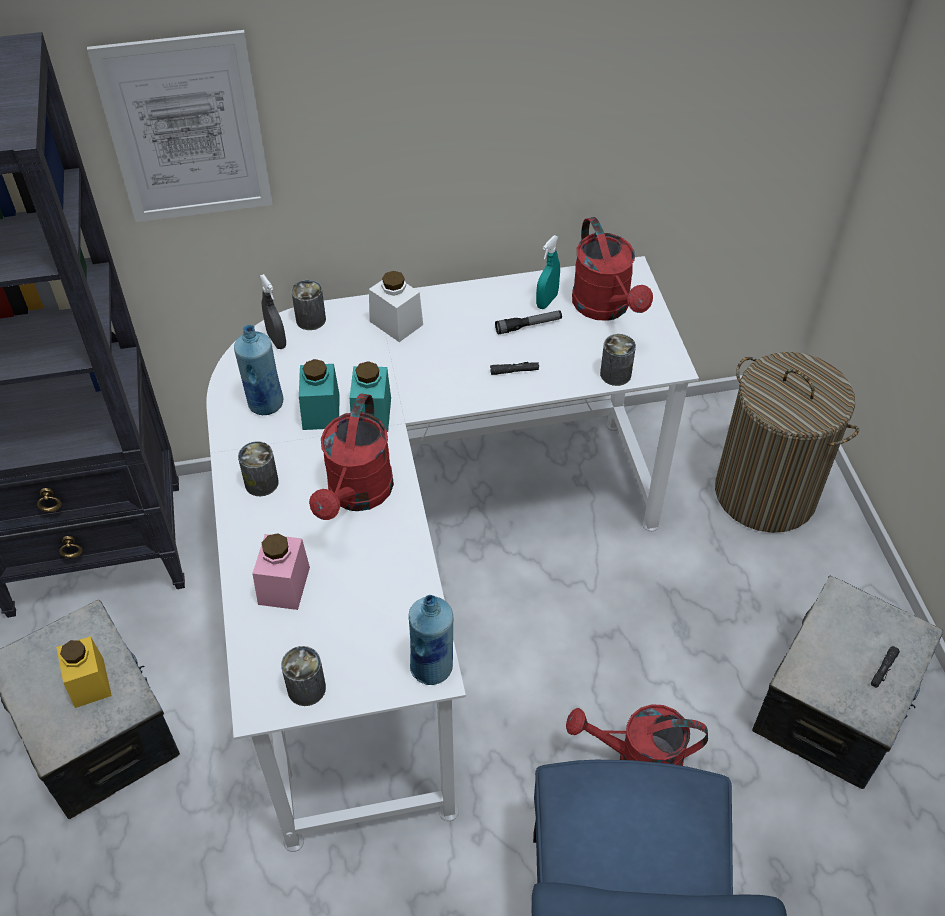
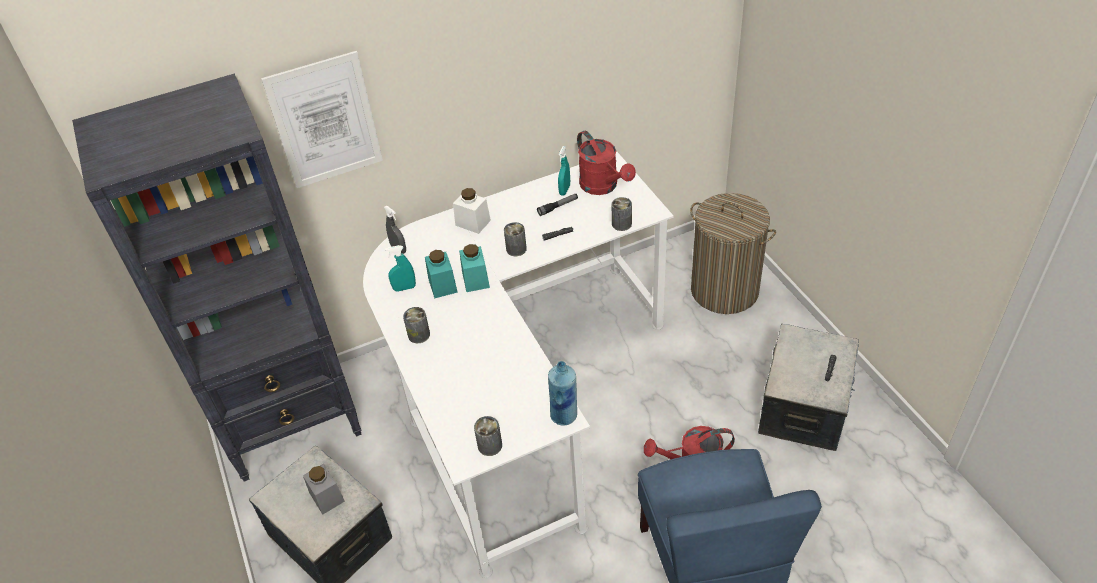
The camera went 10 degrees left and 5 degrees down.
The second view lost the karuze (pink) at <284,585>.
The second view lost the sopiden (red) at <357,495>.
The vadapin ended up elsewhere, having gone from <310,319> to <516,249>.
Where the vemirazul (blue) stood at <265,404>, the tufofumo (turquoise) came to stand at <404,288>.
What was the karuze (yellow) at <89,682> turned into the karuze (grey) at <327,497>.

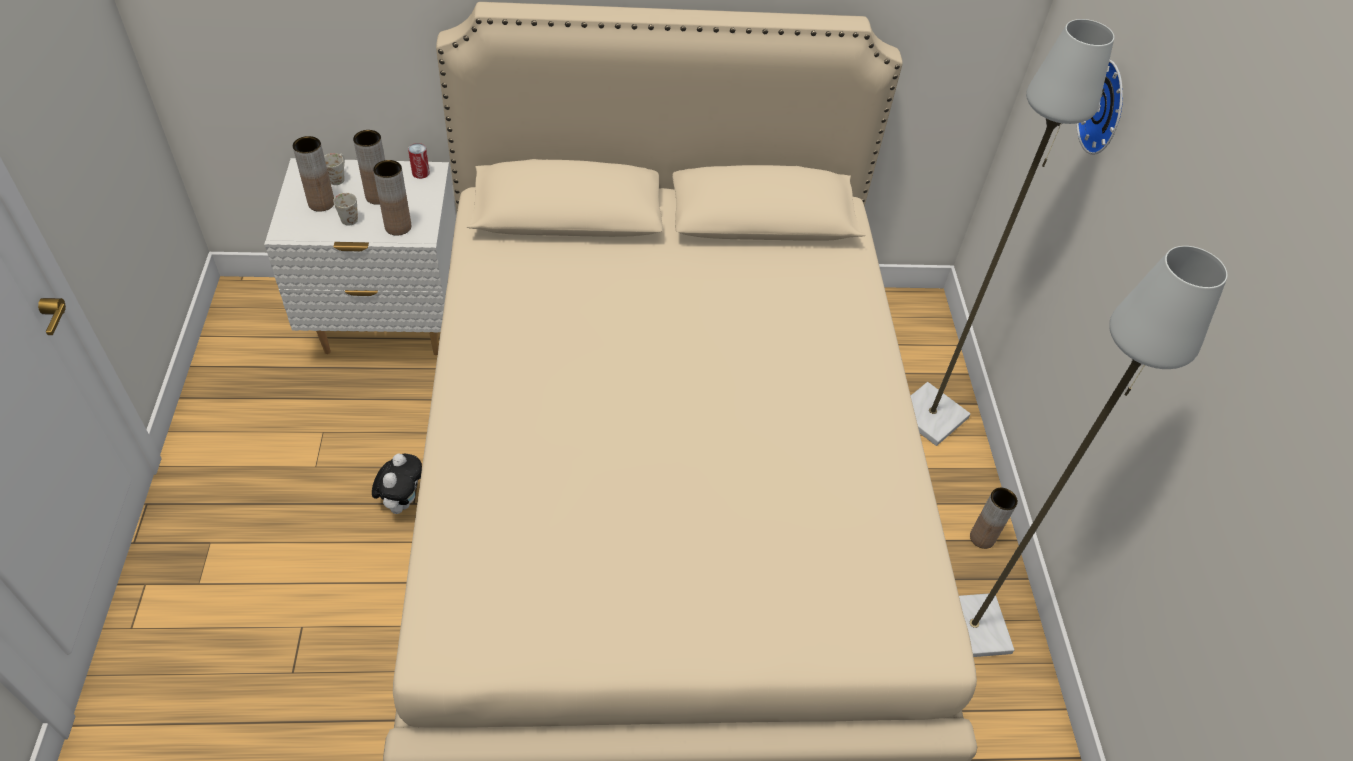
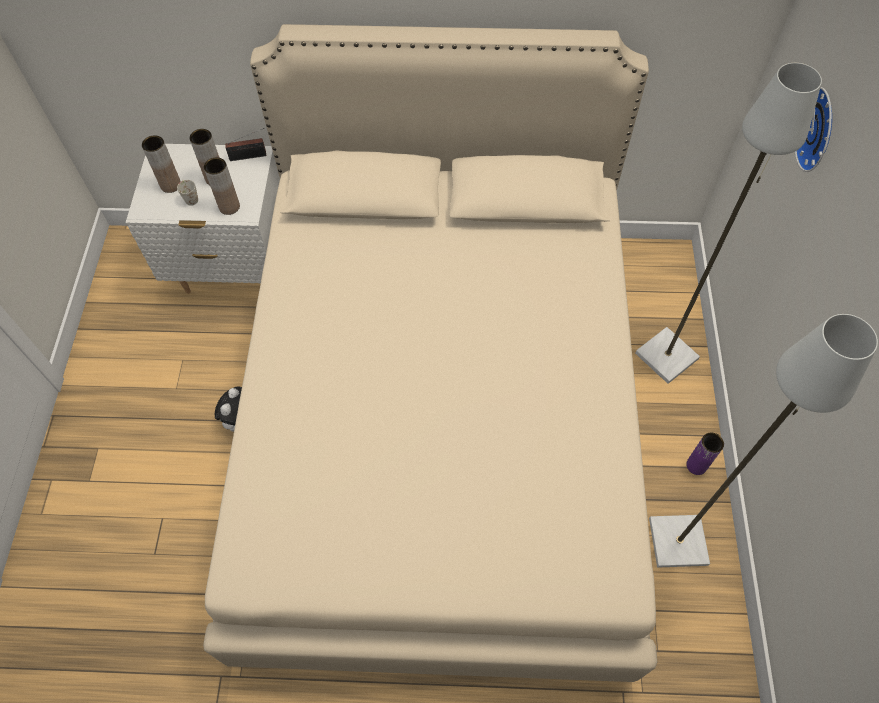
The camera went 10 degrees right and 10 degrees up.
The second view lost the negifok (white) at <338,177>.
Where the vadapin stood at <420,173>, the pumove came to stand at <250,156>.
What was the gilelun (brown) at <982,538> turned into the gilelun (purple) at <696,465>.

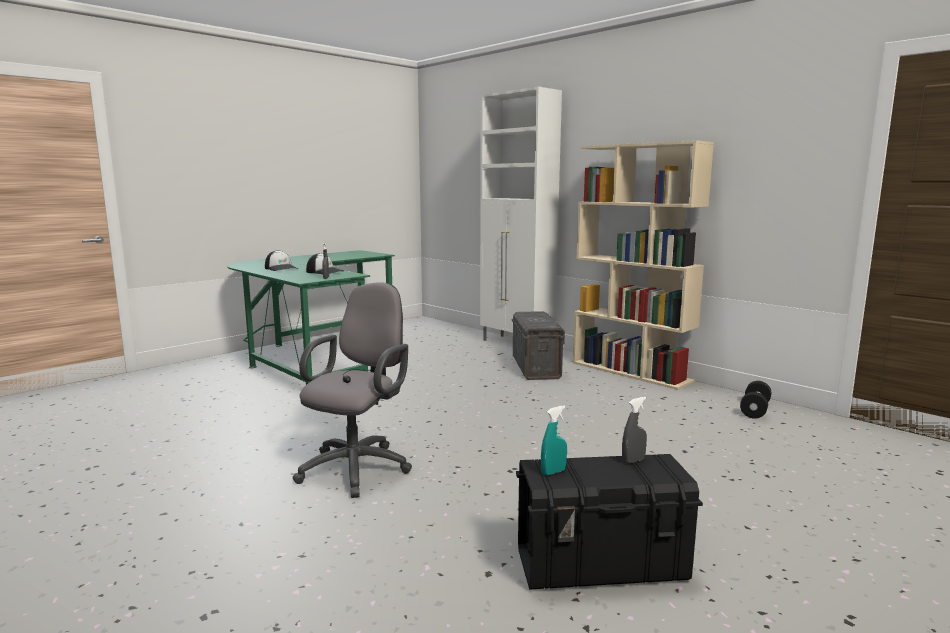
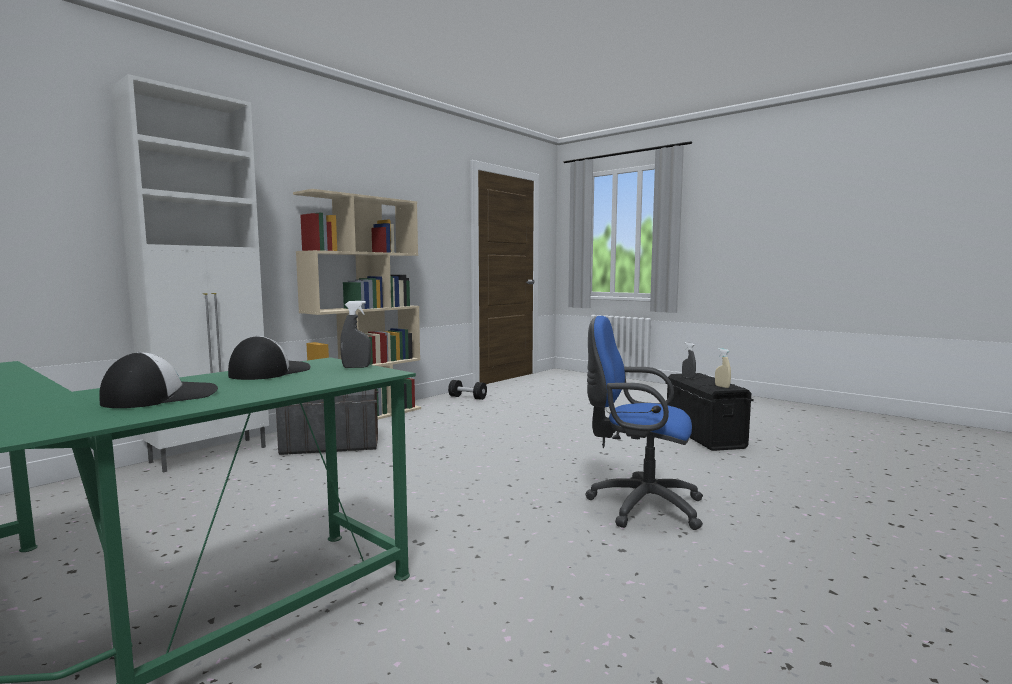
The camera went 95 degrees left and 5 degrees down.
What was the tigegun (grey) at <359,467> turned into the tigegun (blue) at <639,505>.
What was the tufofumo (turquoise) at <553,472> turned into the tufofumo (beige) at <722,386>.

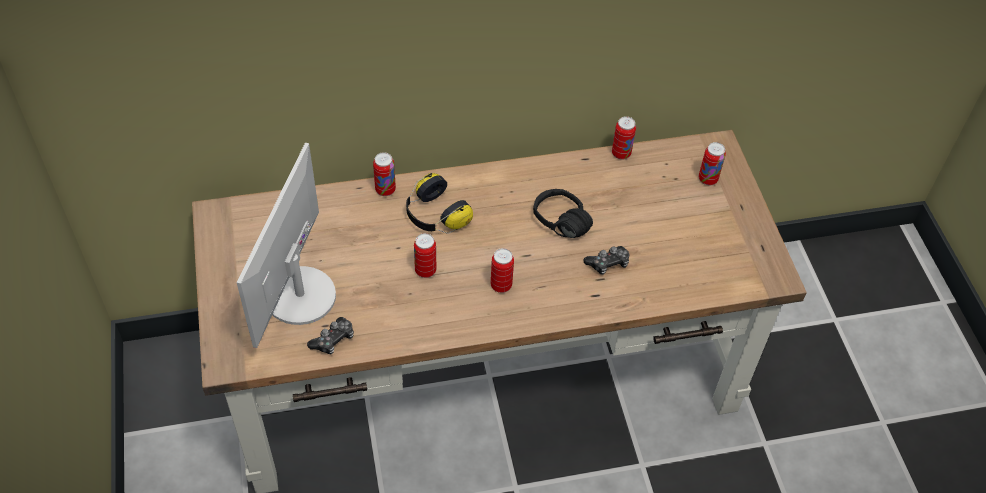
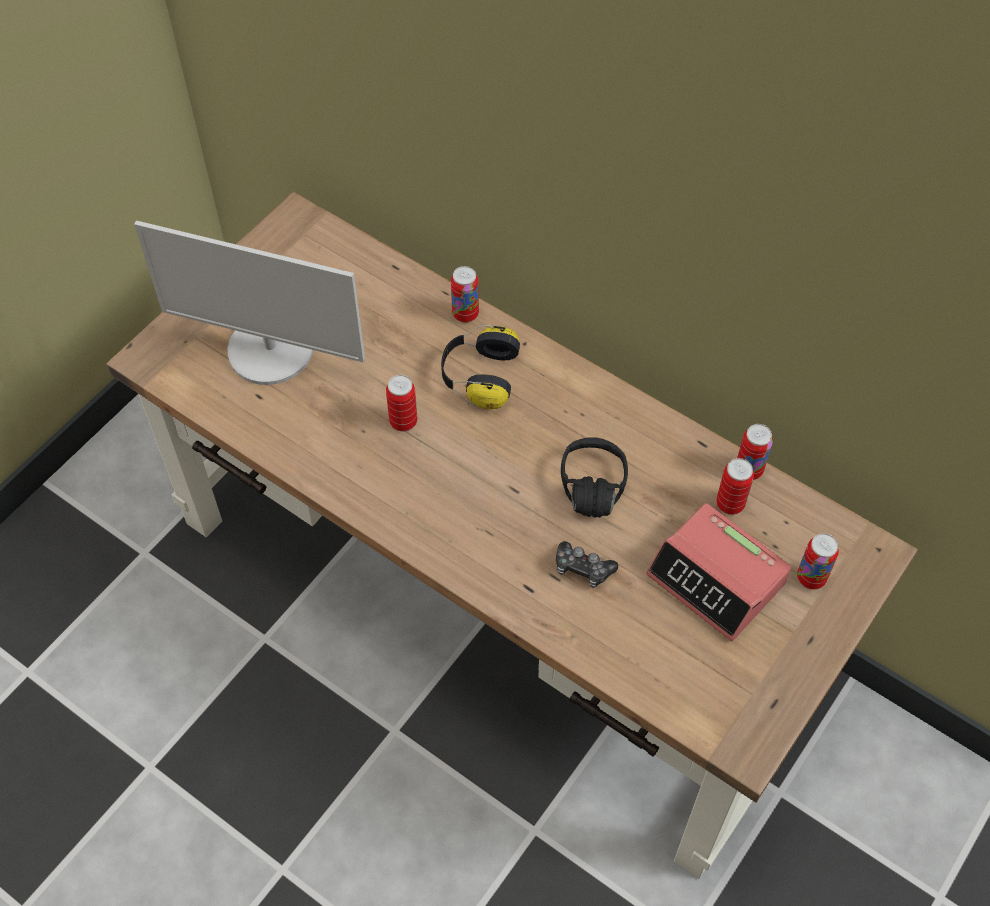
The camera went 50 degrees right and 5 degrees up.
The second view lost the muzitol at <333,340>.
The second view gained the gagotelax at <716,579>.
The vadapin ended up elsewhere, having gone from <501,285> to <730,504>.
The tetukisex at <299,296> ended up facing another way, 135 degrees counterclockwise from before.

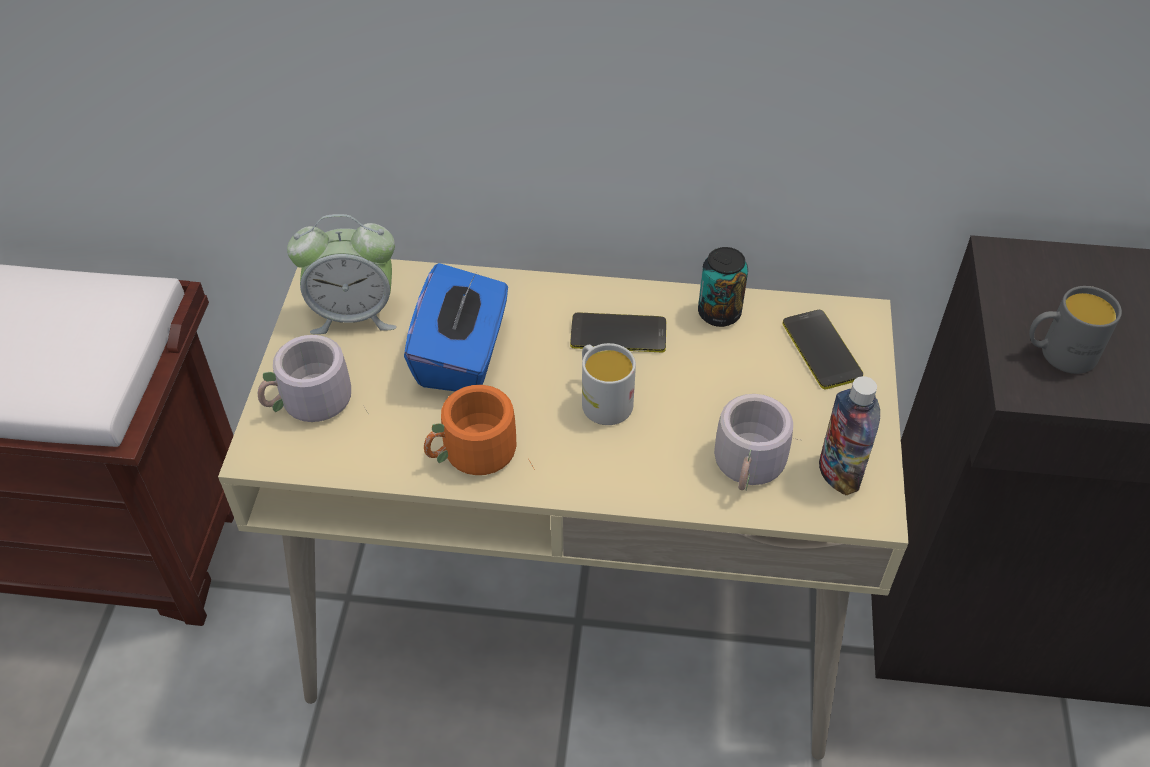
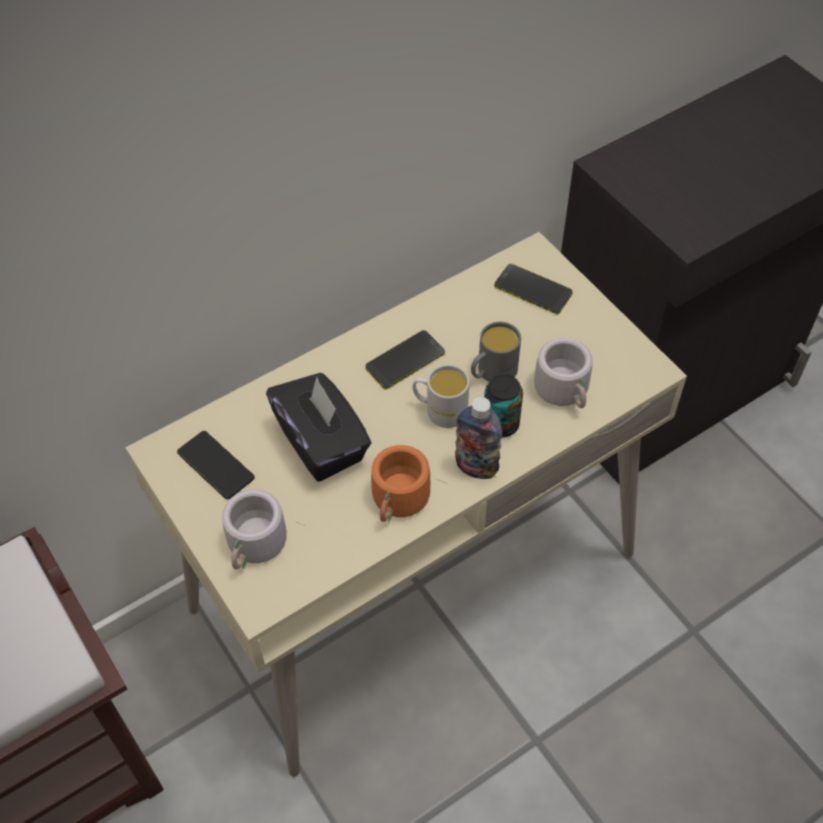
The camera went 40 degrees left and 5 degrees up.
The vadapin ended up elsewhere, having gone from <719,313> to <500,424>.
The vemirazul ended up elsewhere, having gone from <838,474> to <476,467>.
The negifok (grey) ended up elsewhere, having gone from <1058,354> to <492,373>.
Where the gagotelax stood at <354,314>, the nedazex came to stand at <215,465>.
What was the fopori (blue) at <462,356> turned into the fopori (black) at <322,443>.

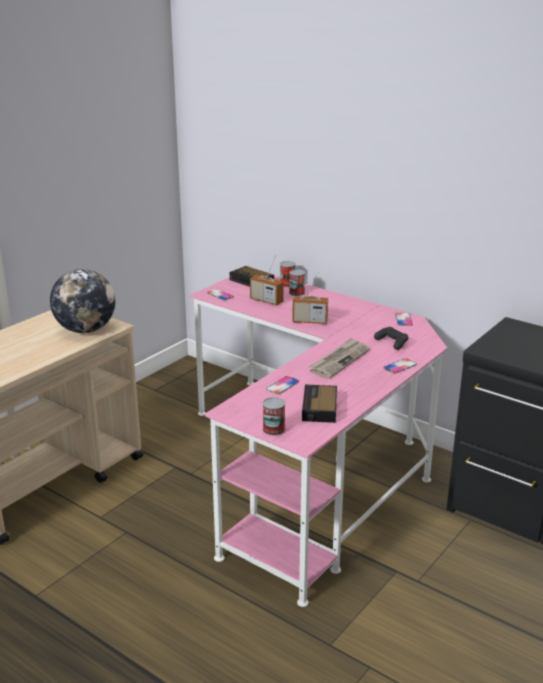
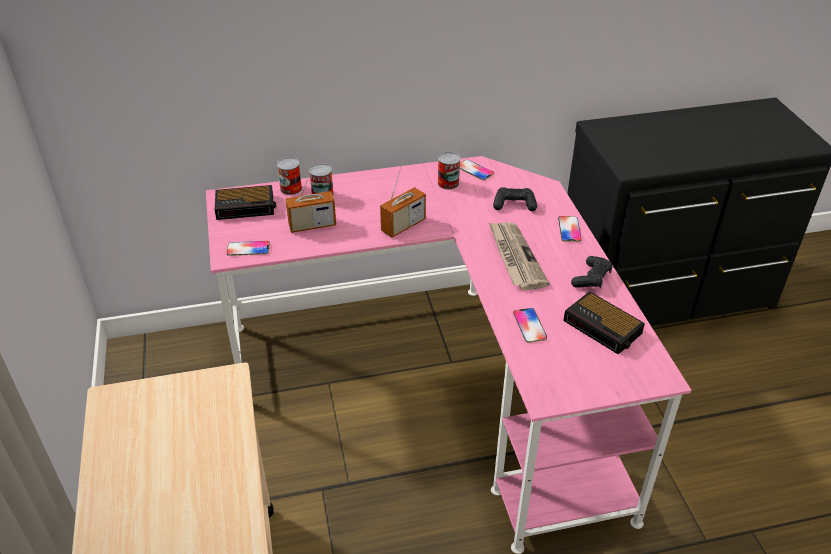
The camera went 50 degrees left and 15 degrees up.
The second view lost the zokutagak at <86,330>.
The second view gained the muzitol (black) at <591,278>.
The vadapin ended up elsewhere, having gone from <273,429> to <448,183>.

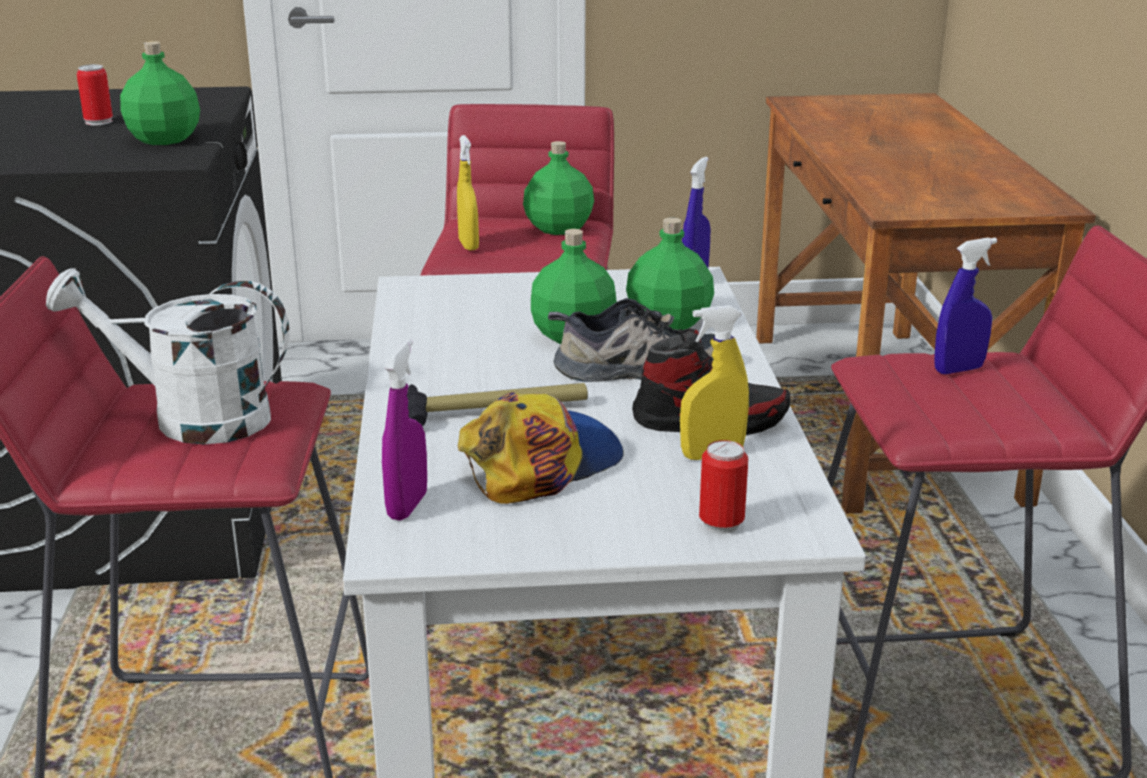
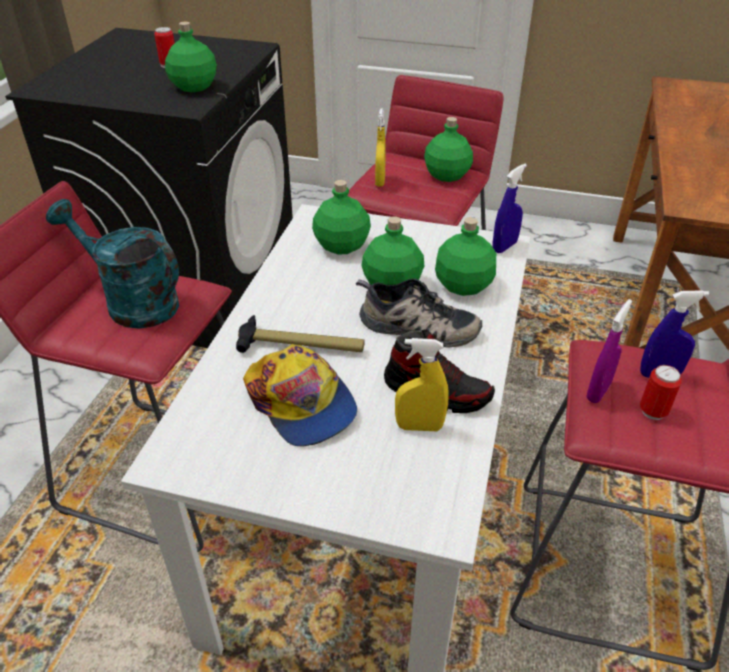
The camera went 20 degrees right and 15 degrees up.
The second view gained the vemirazul (green) at <342,245>.
The tufofumo (purple) ended up elsewhere, having gone from <407,506> to <598,391>.
The vadapin ended up elsewhere, having gone from <721,524> to <653,411>.
What was the sopiden (white) at <192,418> turned into the sopiden (turquoise) at <132,302>.
The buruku at <539,462> ended up facing another way, 75 degrees clockwise from before.

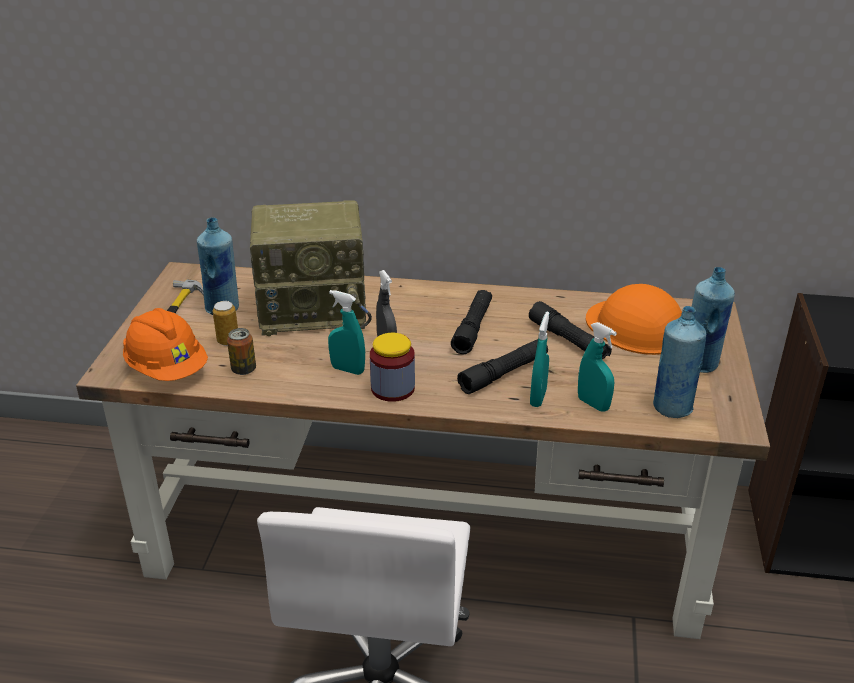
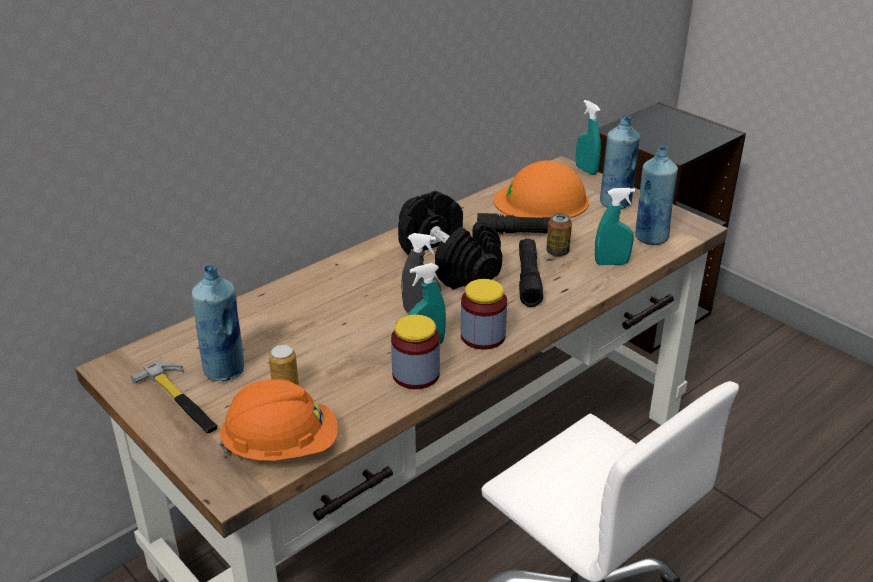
The camera went 50 degrees left and 0 degrees up.
The second view lost the pumove at <315,309>.
The second view gained the karuze at <416,374>.
The vadapin ended up elsewhere, having gone from <243,369> to <557,252>.
The tufofumo (turquoise) ended up elsewhere, having gone from <538,398> to <586,170>.
Where the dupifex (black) stood at <473,328>, the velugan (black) came to stand at <449,262>.

